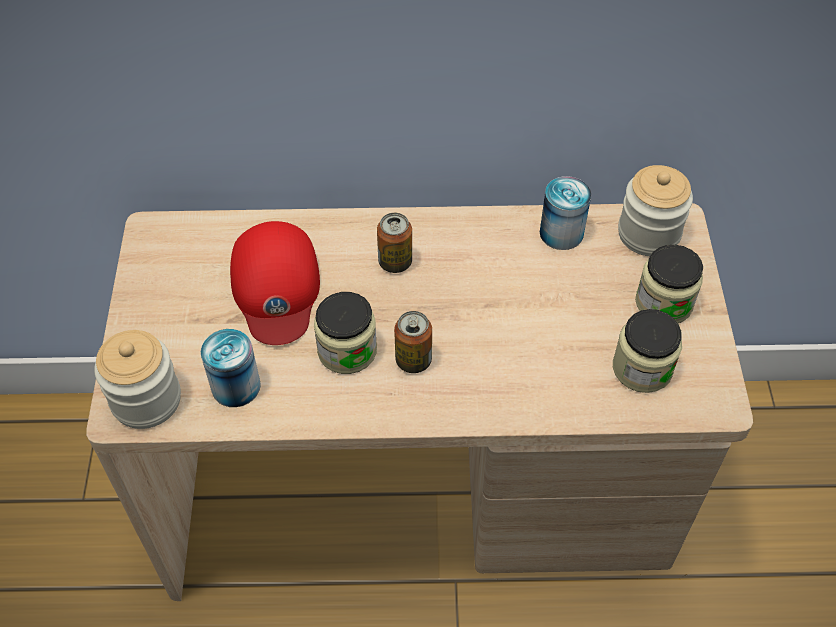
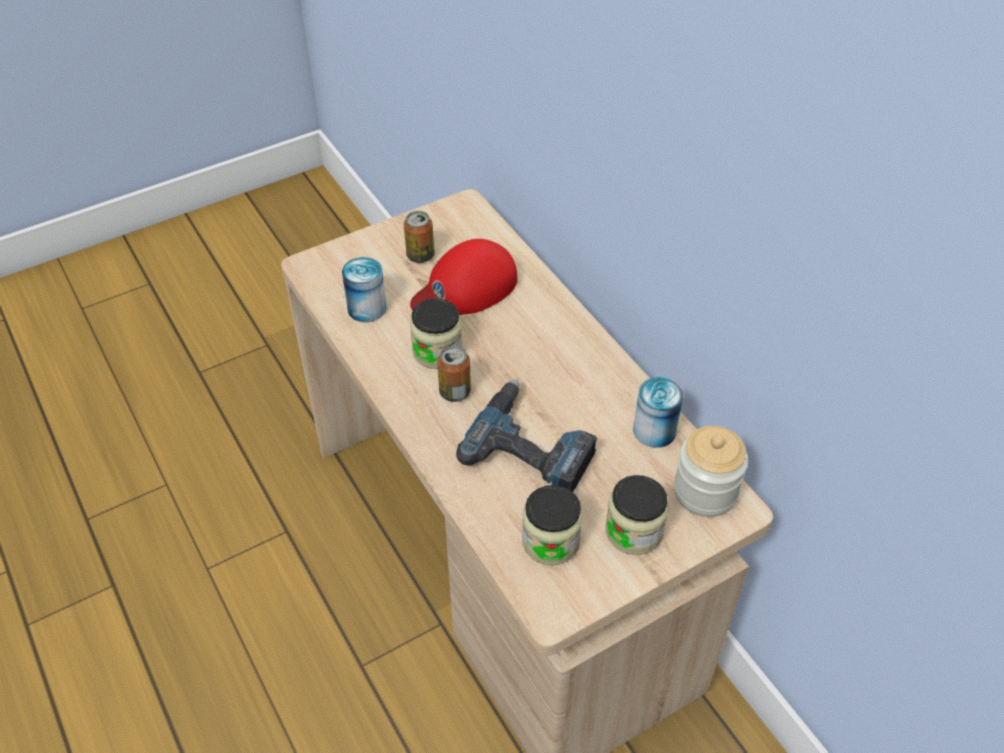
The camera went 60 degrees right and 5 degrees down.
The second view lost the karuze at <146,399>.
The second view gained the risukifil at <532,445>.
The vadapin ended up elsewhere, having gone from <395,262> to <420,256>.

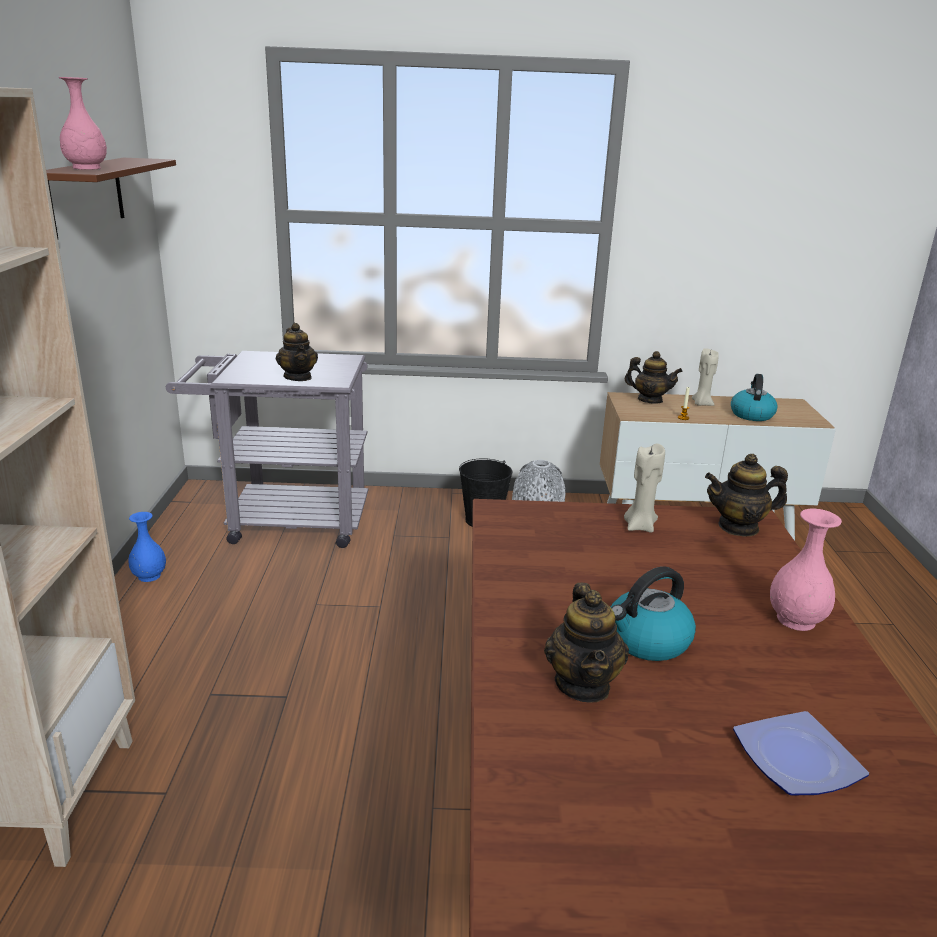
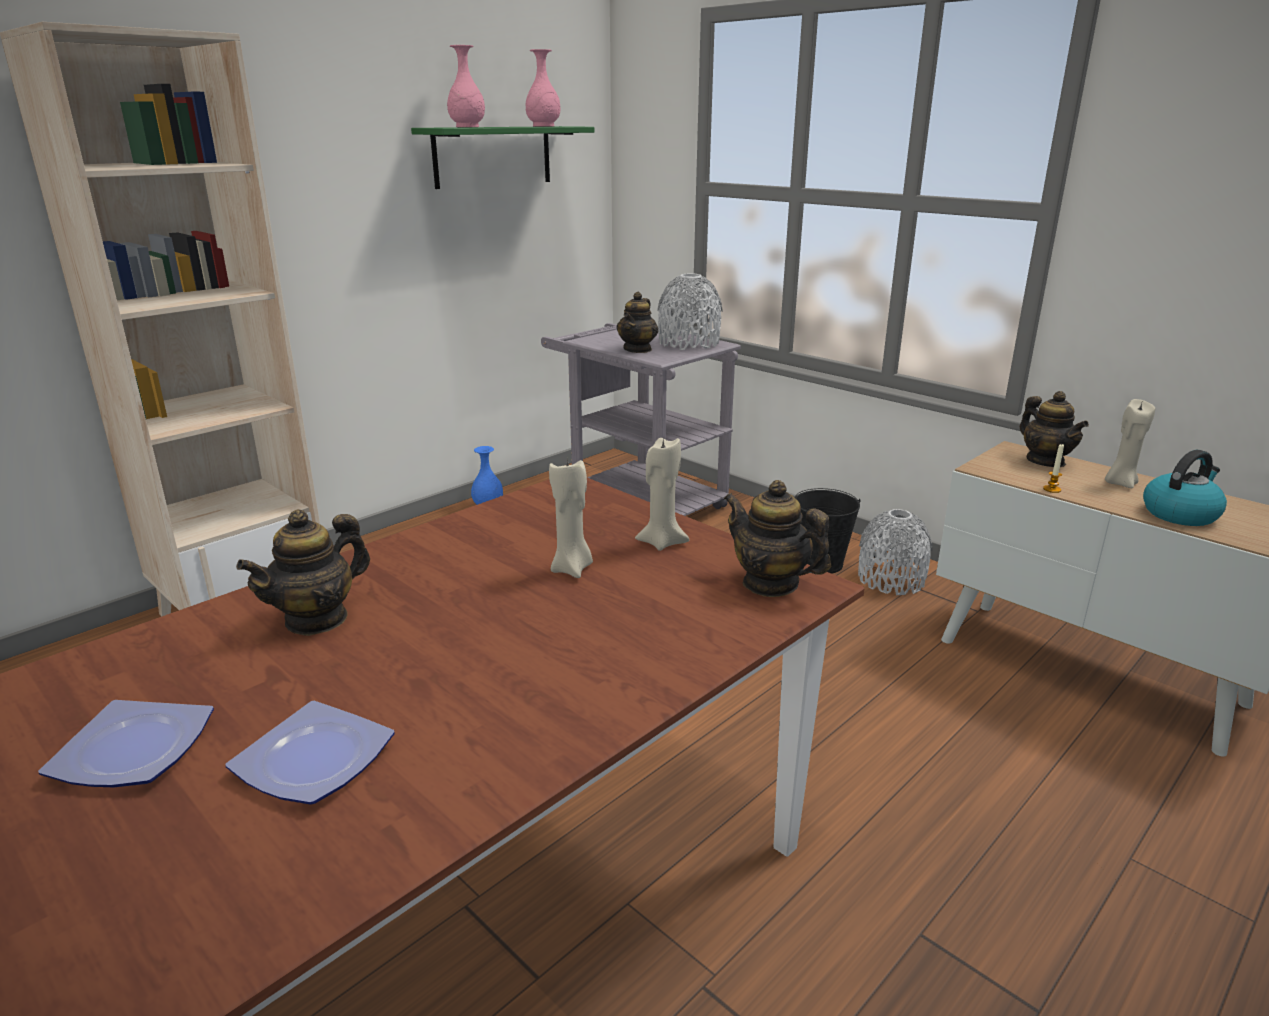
The camera went 45 degrees right and 0 degrees up.
The second view lost the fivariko at <647,641>.
The second view gained the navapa at <133,748>.
The second view gained the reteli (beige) at <572,569>.
The second view gained the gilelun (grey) at <689,343>.
The gilelun (pink) ended up elsewhere, having gone from <796,620> to <544,126>.
What was the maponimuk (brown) at <86,196> turned into the maponimuk (green) at <493,156>.

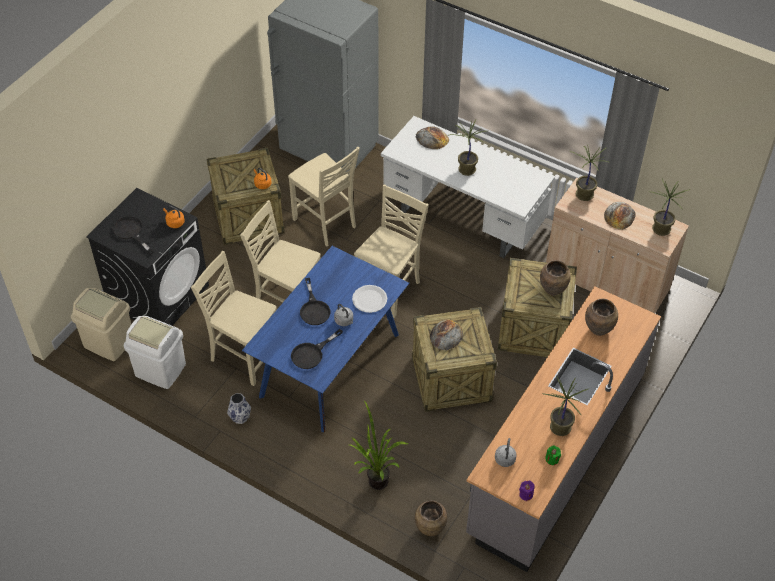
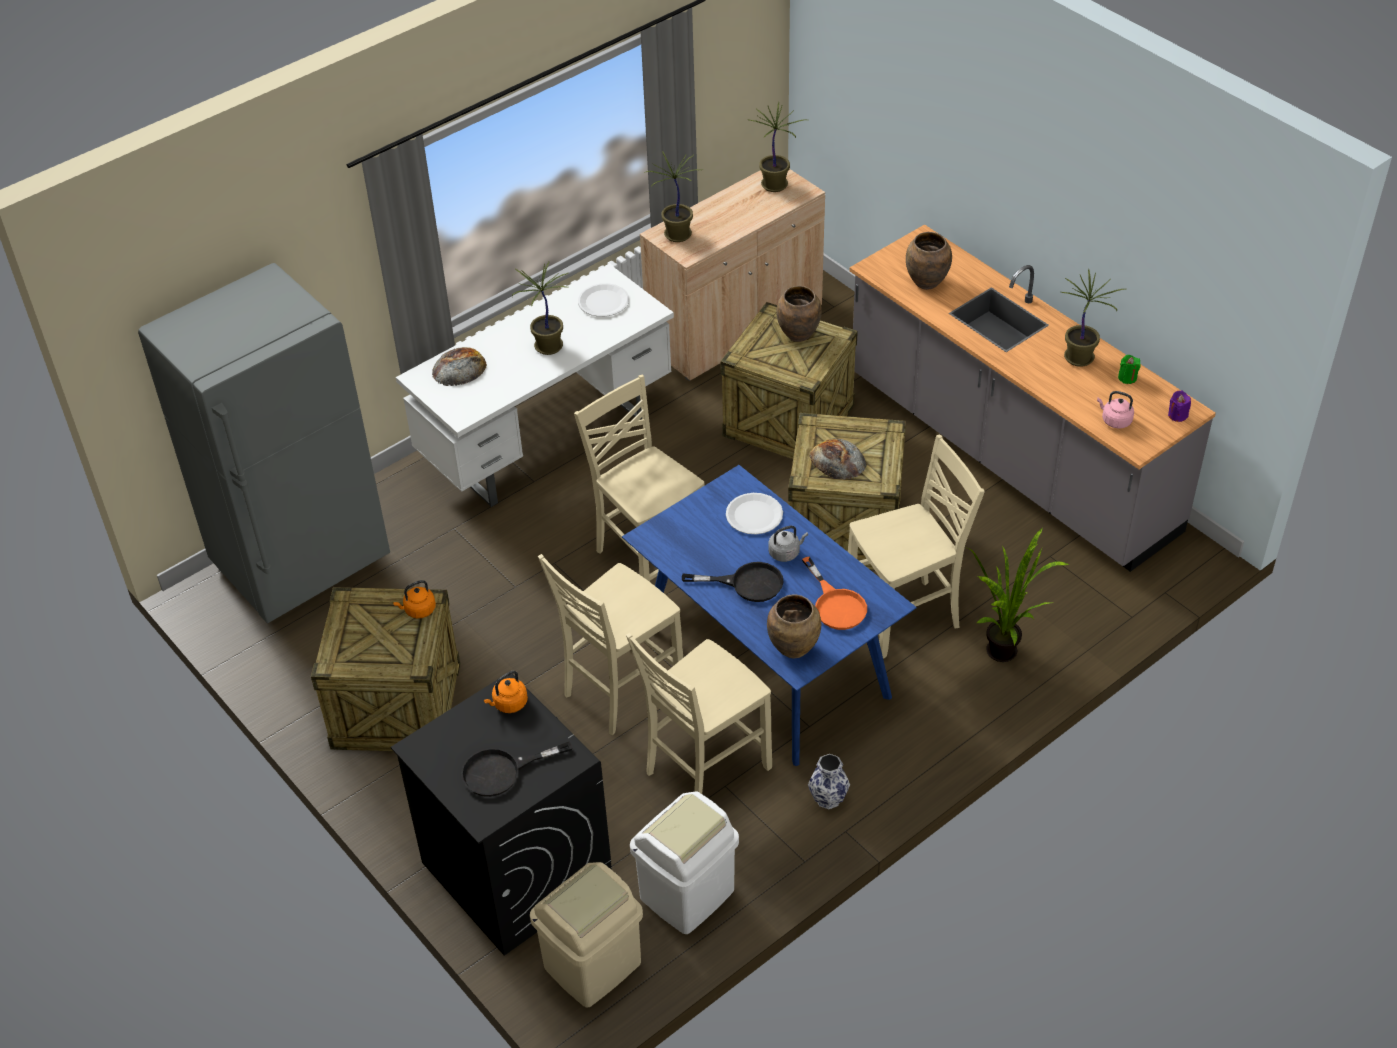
The camera went 70 degrees left and 5 degrees down.
The second view lost the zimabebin at <619,215>.
The second view gained the navapa (white) at <603,302>.
The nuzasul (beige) ended up elsewhere, having gone from <325,223> to <905,617>.
The gilelun (brown) ended up elsewhere, having gone from <430,529> to <794,649>.
What was the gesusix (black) at <311,353> turned into the gesusix (orange) at <836,604>.
What was the fivariko (grey) at <505,458> turned into the fivariko (pink) at <1114,420>.

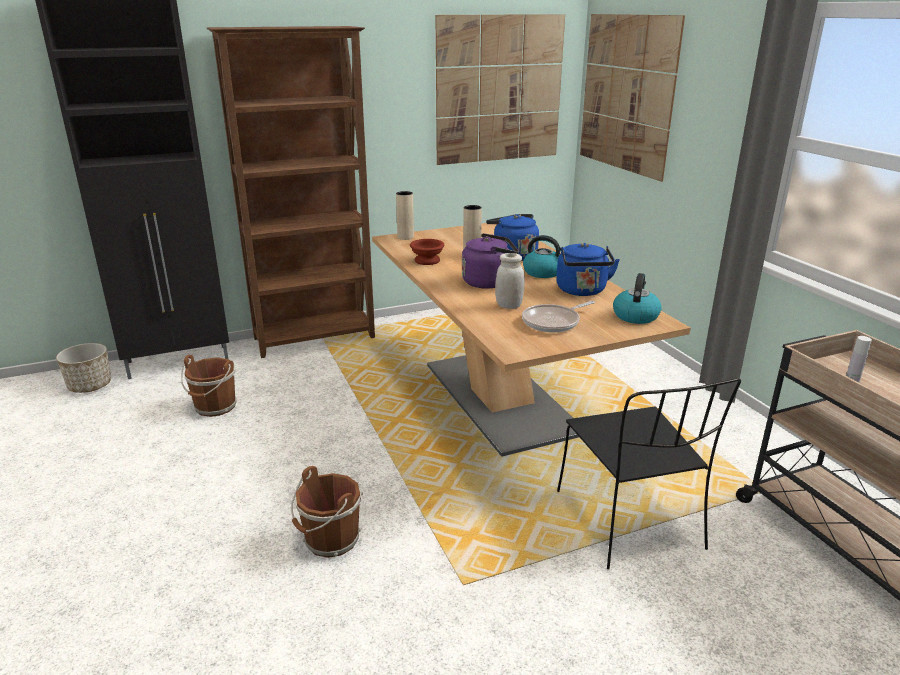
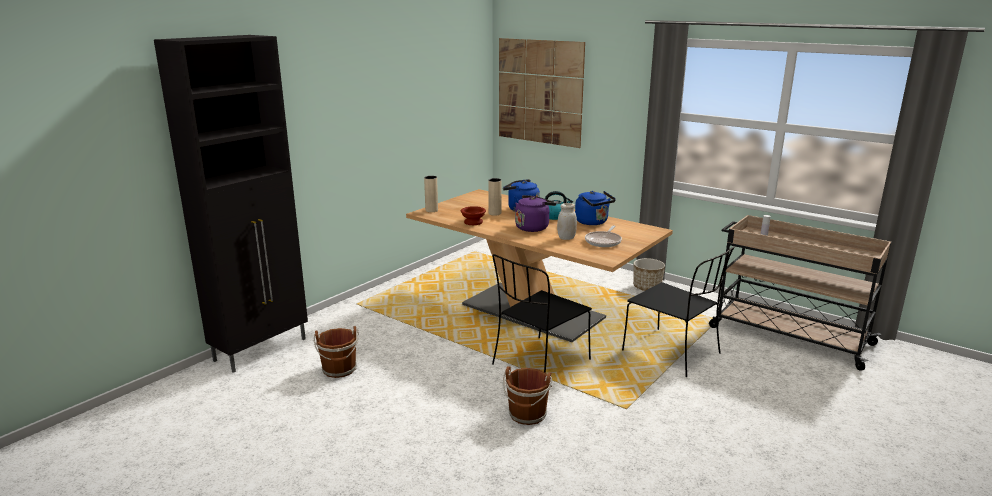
The camera went 30 degrees left and 5 degrees down.
The second view lost the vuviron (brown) at <316,339>.
The second view lost the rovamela at <499,90>.
The second view lost the fivariko at <635,316>.
The second view gained the nuzasul (black) at <539,363>.
The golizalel ended up elsewhere, having gone from <90,386> to <647,287>.

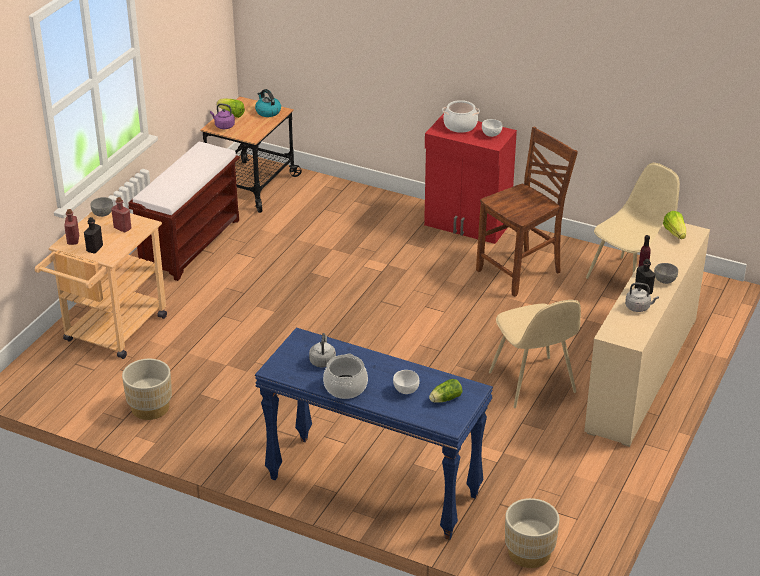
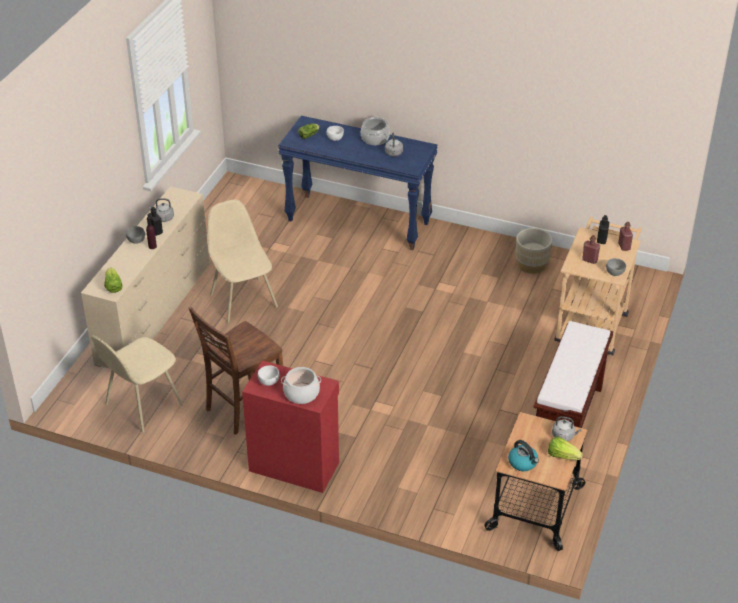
The camera went 175 degrees right and 5 degrees up.
The second view lost the golizalel (beige) at <529,553>.
What was the fivariko (purple) at <223,126> turned into the fivariko (grey) at <564,436>.

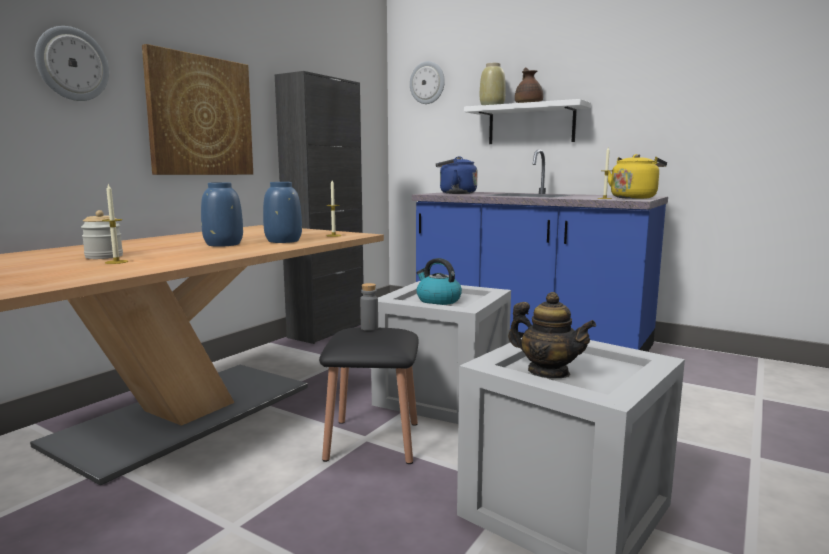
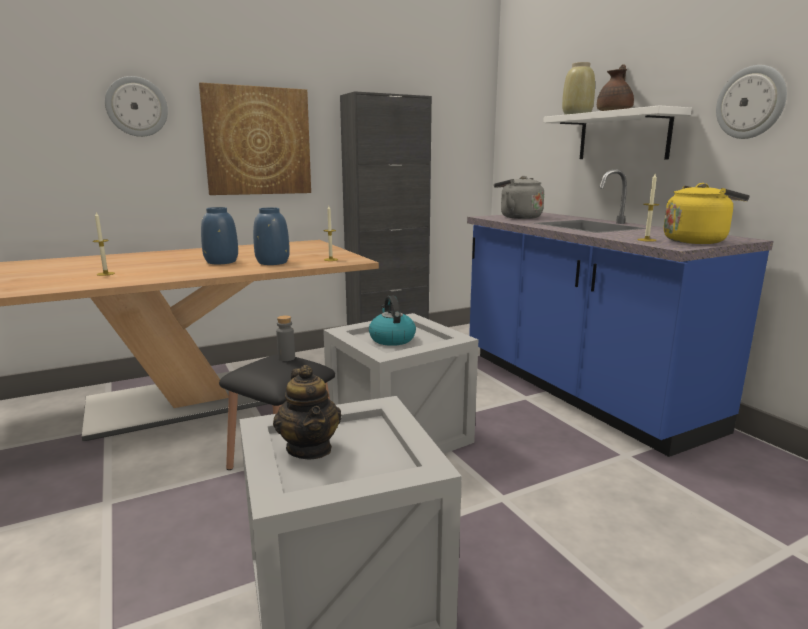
The camera went 30 degrees right and 5 degrees up.
The second view lost the karuze at <104,256>.
The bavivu ended up elsewhere, having gone from <427,83> to <751,102>.
What was the fivariko (blue) at <455,193> turned into the fivariko (grey) at <518,217>.

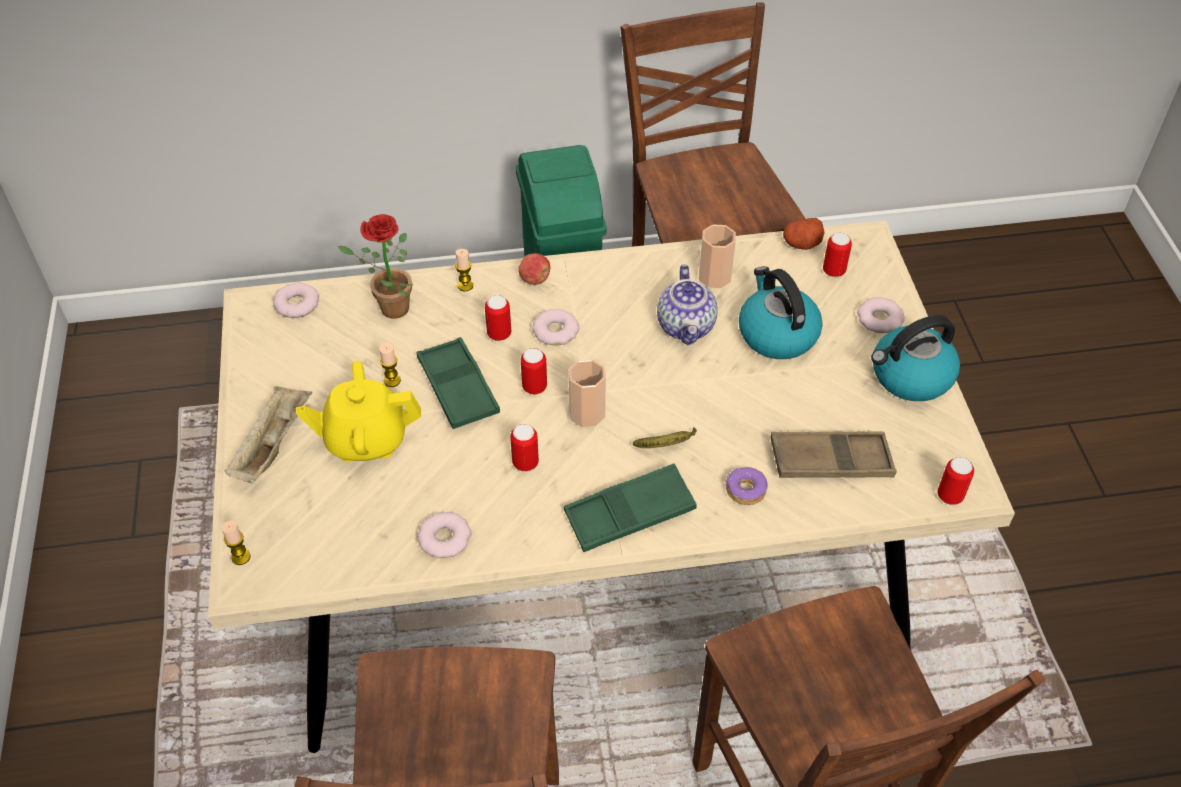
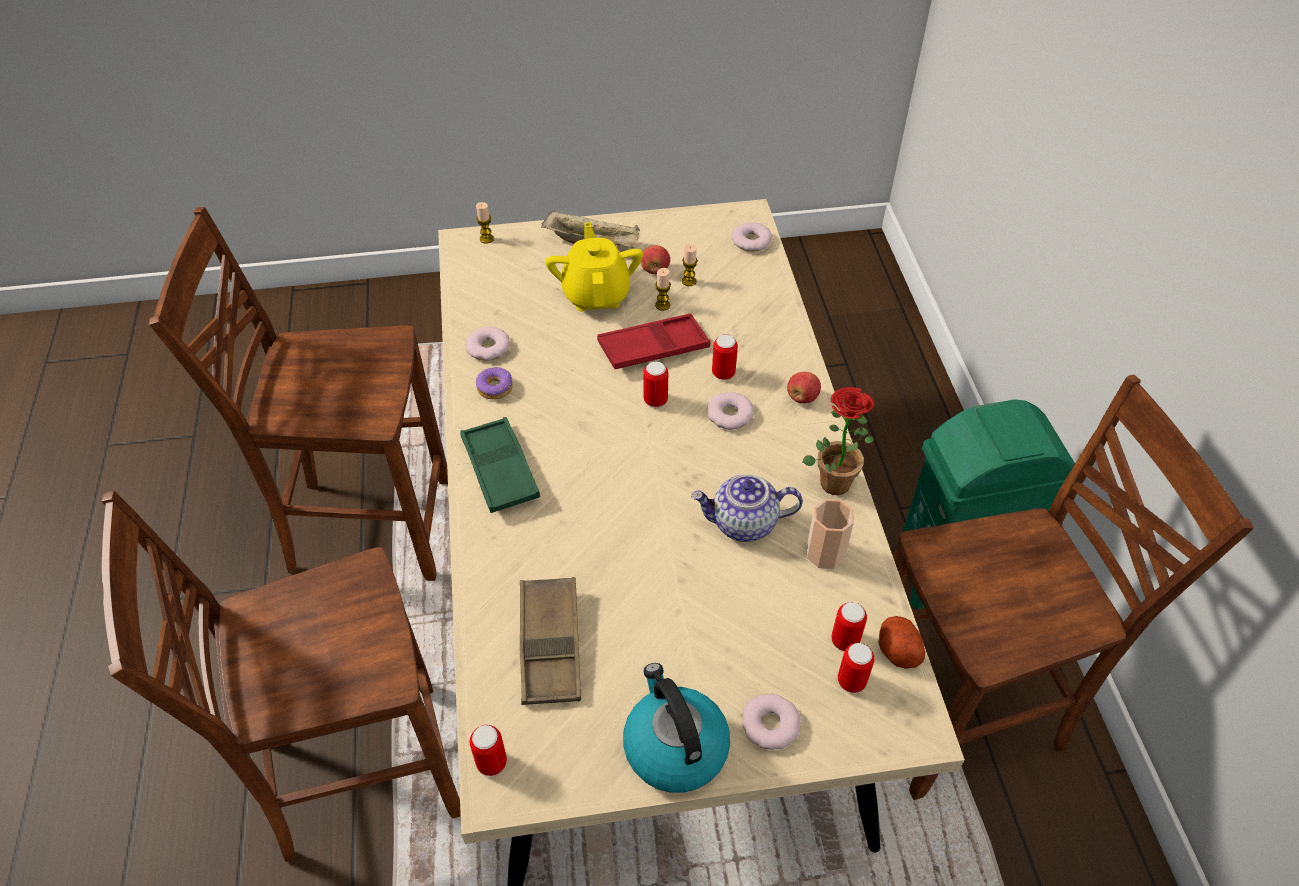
The camera went 90 degrees right and 0 degrees up.
The second view lost the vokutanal at <587,413>.
The second view lost the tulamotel at <667,445>.
The second view lost the fivariko at <776,334>.
The second view gained the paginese at <655,270>.
The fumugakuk ended up elsewhere, having gone from <388,309> to <833,477>.
The reteli ended up elsewhere, having gone from <465,285> to <689,281>.
The vadapin ended up elsewhere, having gone from <525,463> to <845,640>.
The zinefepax ended up elsewhere, having gone from <745,490> to <495,388>.
What was the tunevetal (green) at <458,388> turned into the tunevetal (red) at <653,347>.

